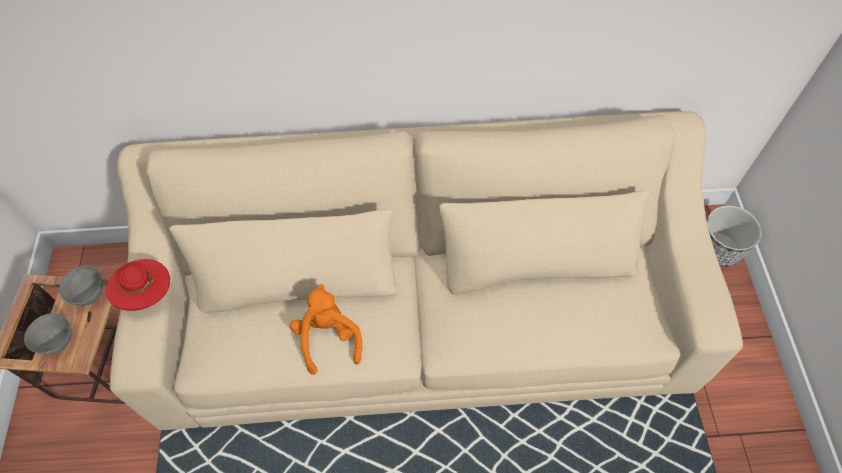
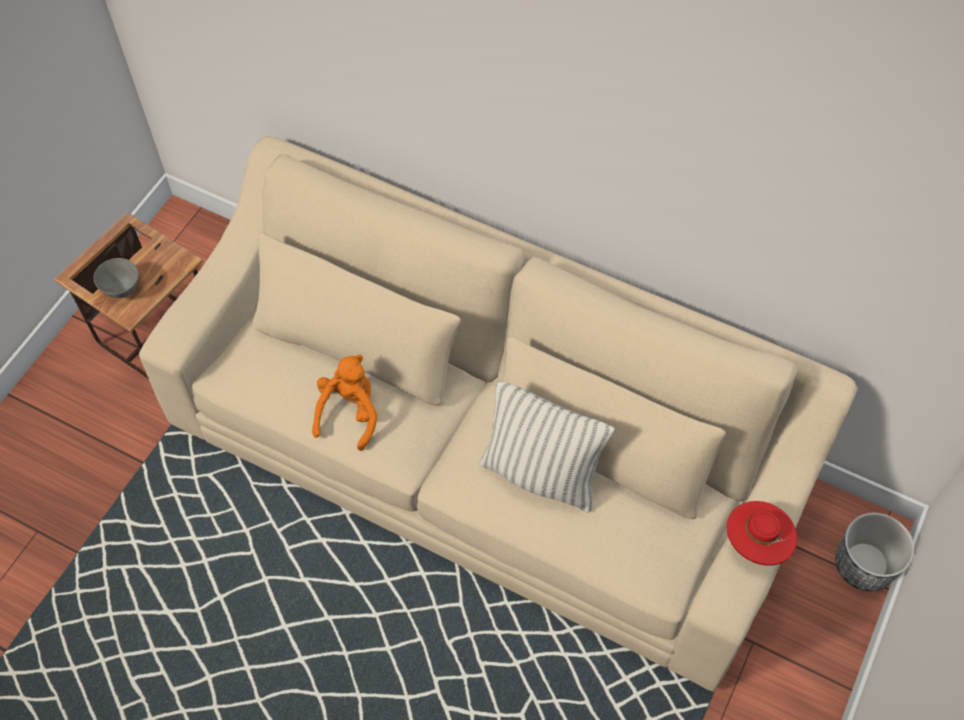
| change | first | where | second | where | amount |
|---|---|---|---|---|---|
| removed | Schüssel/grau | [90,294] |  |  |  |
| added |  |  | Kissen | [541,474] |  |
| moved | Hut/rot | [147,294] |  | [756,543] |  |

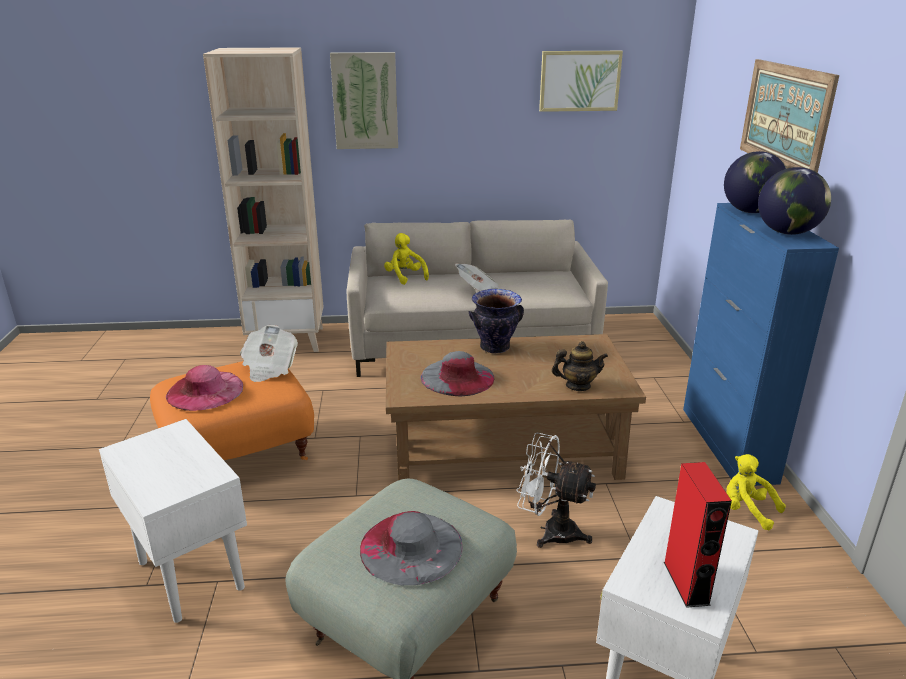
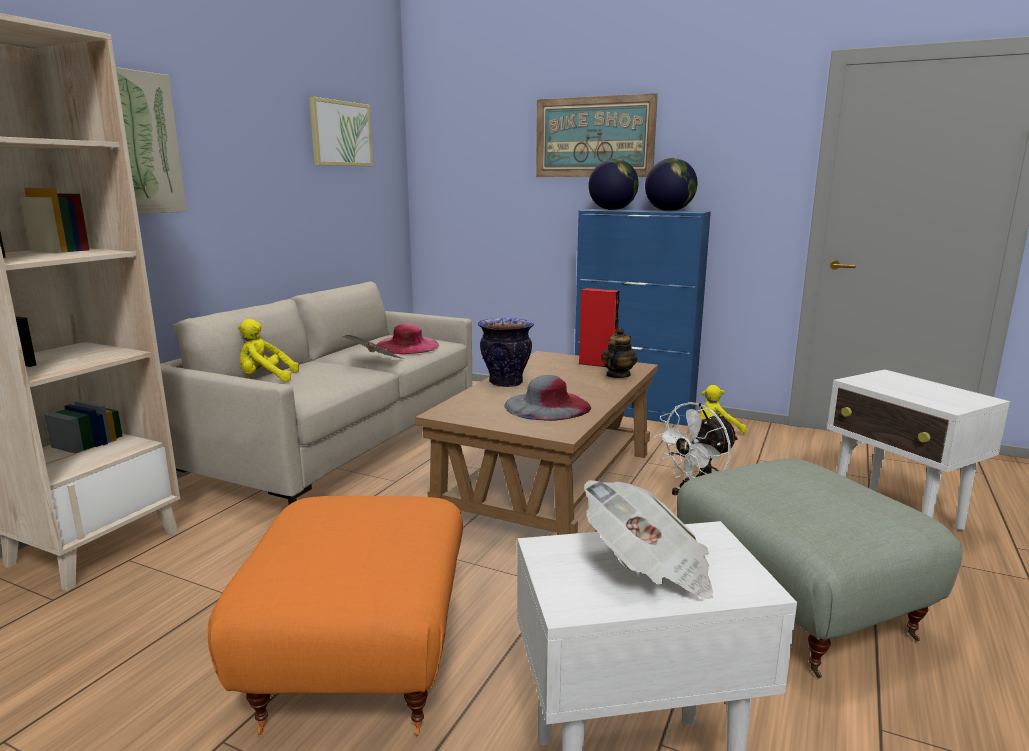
| change | first | where | second | where | amount |
|---|---|---|---|---|---|
| removed | Hut/grau | [411,547] |  |  |  |
| moved | Hut/rosa | [205,391] |  | [407,346] |  |
| moved | Zeitung | [269,367] |  | [649,569] |  |
| moved | Lautsprecher/rot | [686,583] |  | [597,364] |  |

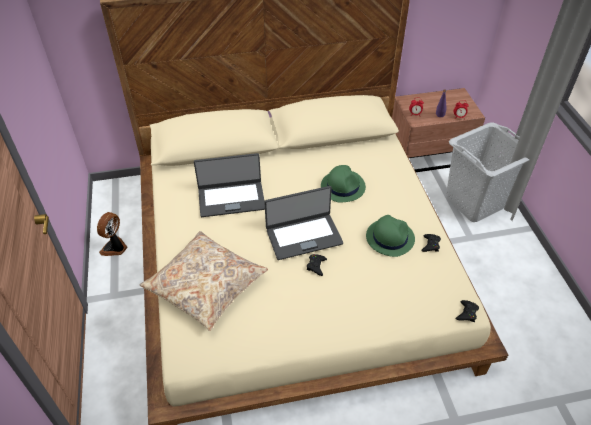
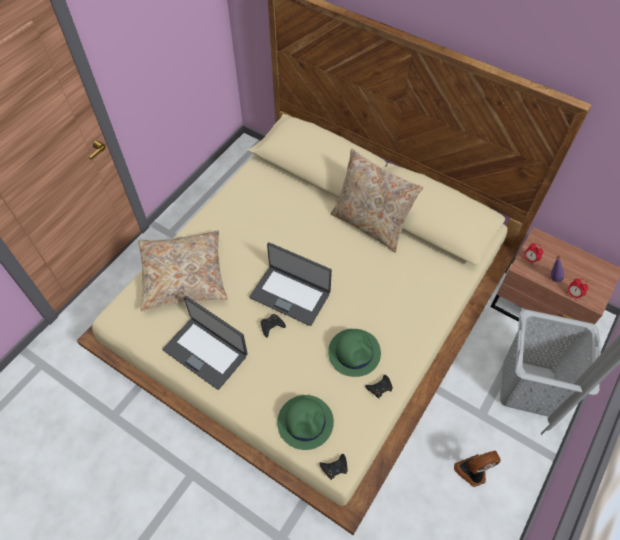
| change | first | where | second | where | amount |
|---|---|---|---|---|---|
| added |  |  | Kissen/beige | [370,224] |  |
| moved | Ventilator | [115,248] |  | [472,472] |  |
| moved | Laptop | [231,198] |  | [206,352] |  |
| moved | Hut/grün | [343,186] |  | [305,422] |  |

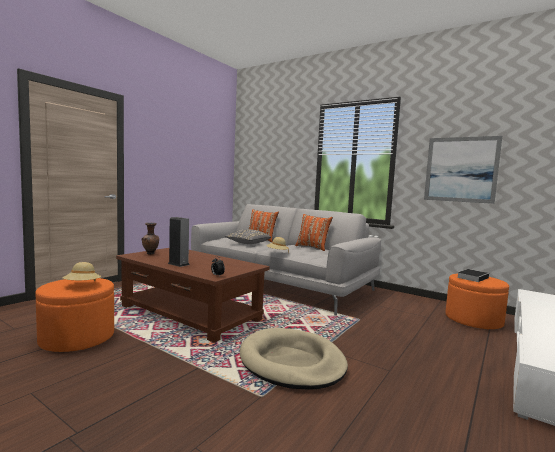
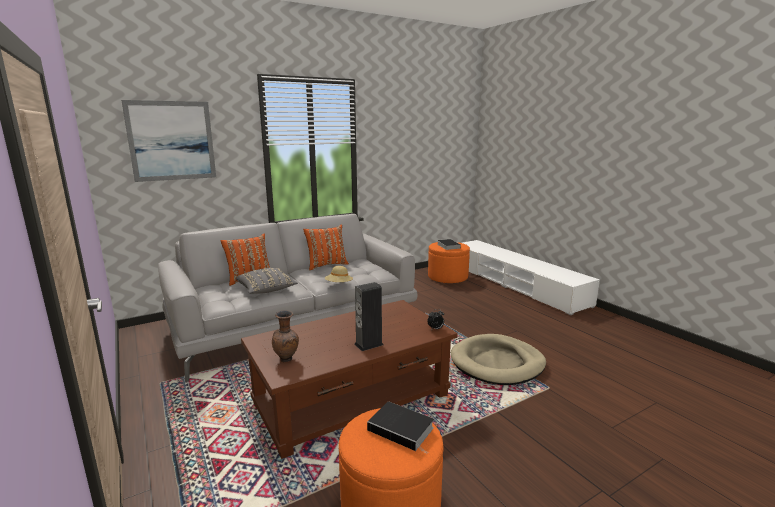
| change | first | where | second | where | amount |
|---|---|---|---|---|---|
| moved | Bild | [461,169] |  | [171,141] |  |
| replaced | Hut/beige | [82,285] | Buch | [402,429] |  |

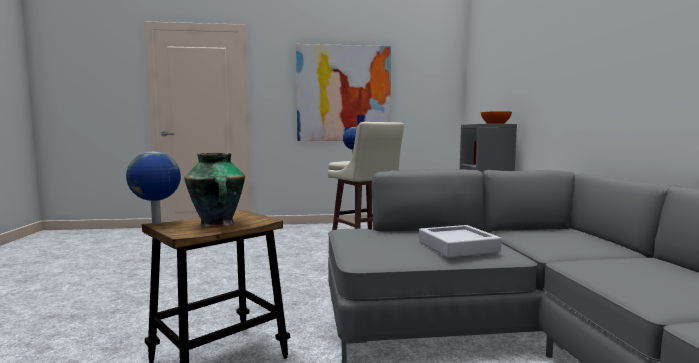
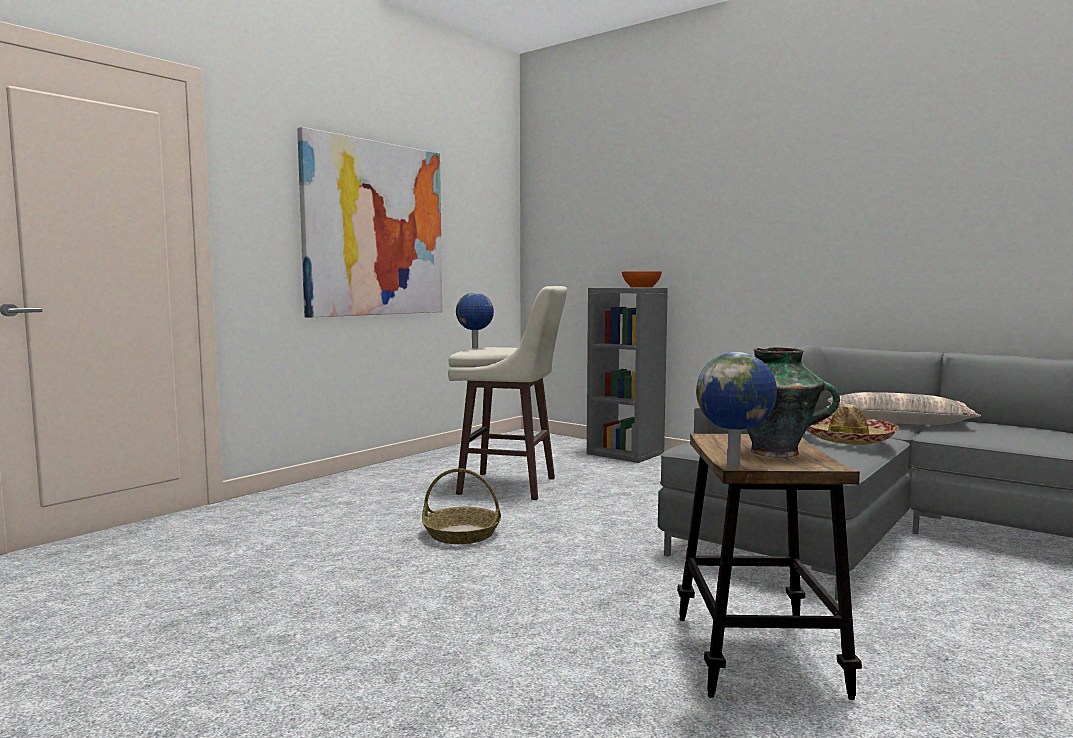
| change | first | where | second | where | amount |
|---|---|---|---|---|---|
| added |  |  | Korb | [461,534] |  |
| added |  |  | Kissen | [896,422] |  |
| replaced | Tablett/grau | [458,247] | Hut | [847,439] |  |

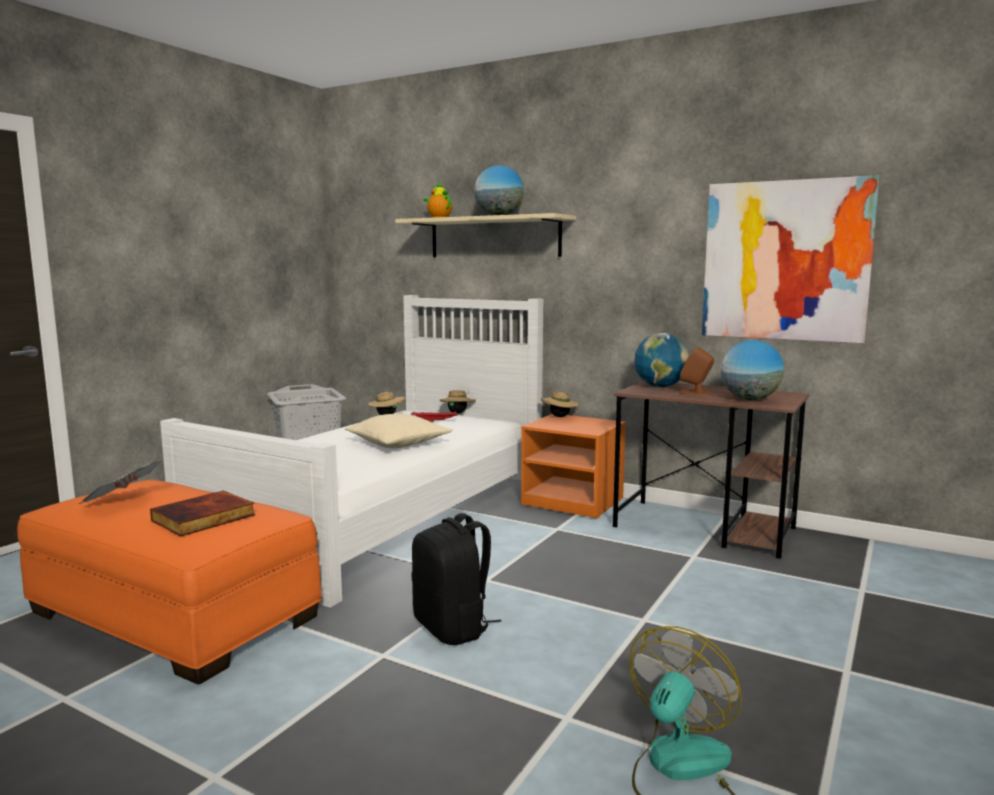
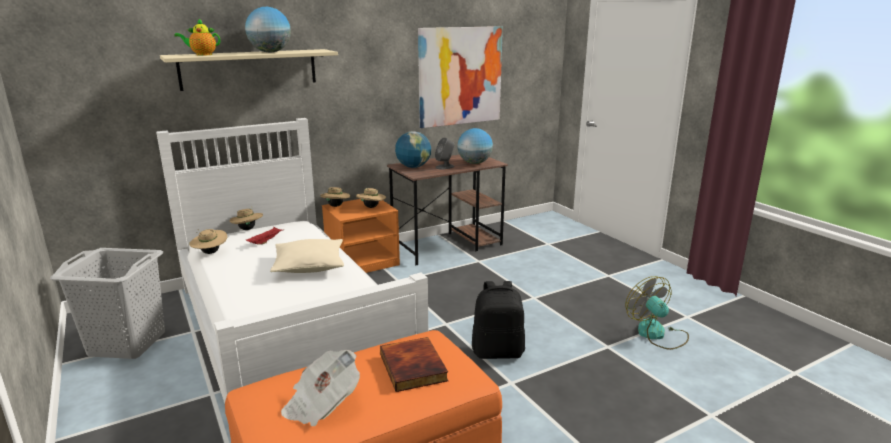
| change | first | where | second | where | amount |
|---|---|---|---|---|---|
| added |  |  | Hut/beige | [371,207] |  |
| recoloured | Lautsprecher/braun | [695,394] | Lautsprecher/grau | [445,167] |  |

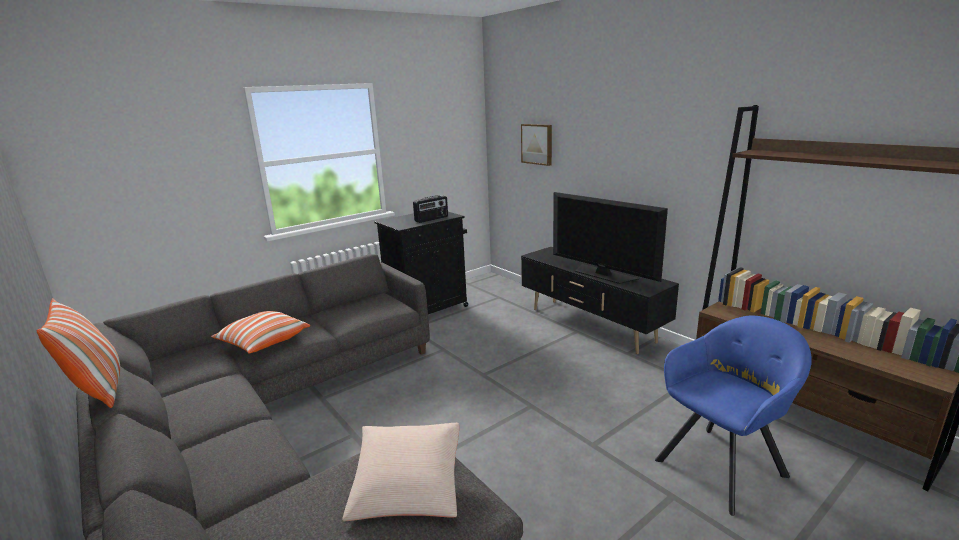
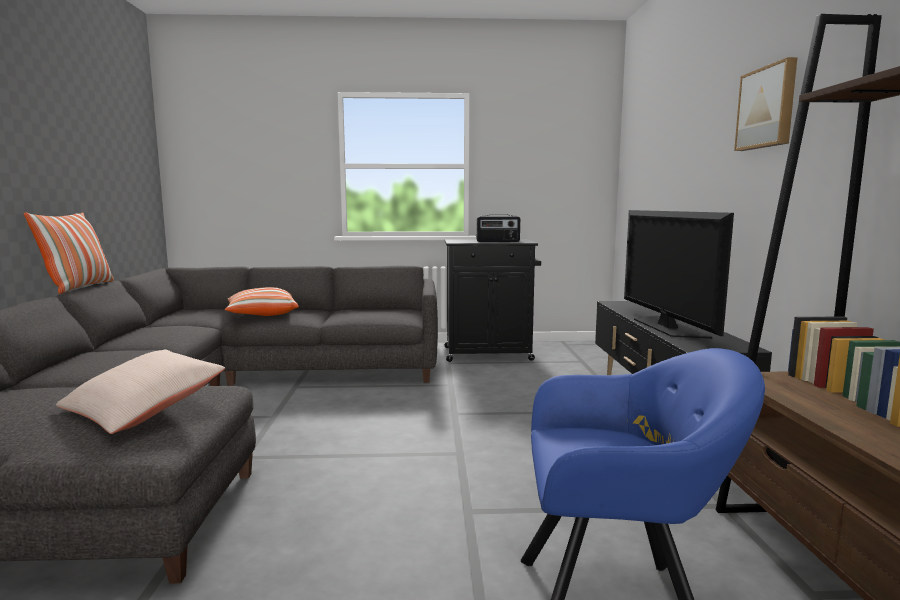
| change | first | where | second | where | amount |
|---|---|---|---|---|---|
| moved | Bild | [537,144] |  | [768,108] |  |

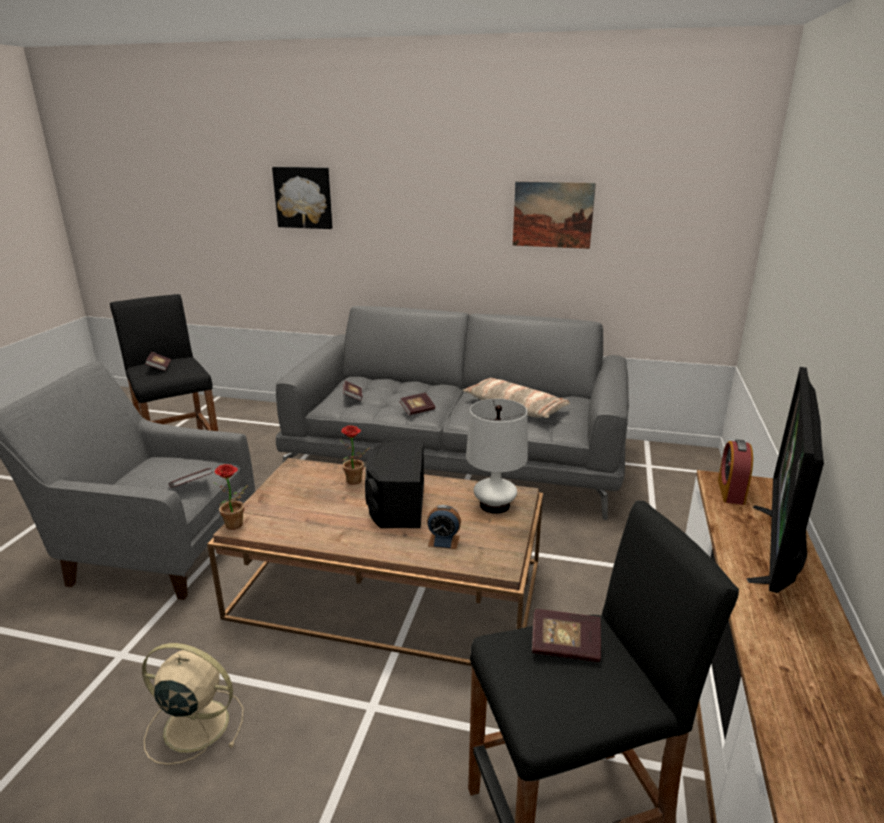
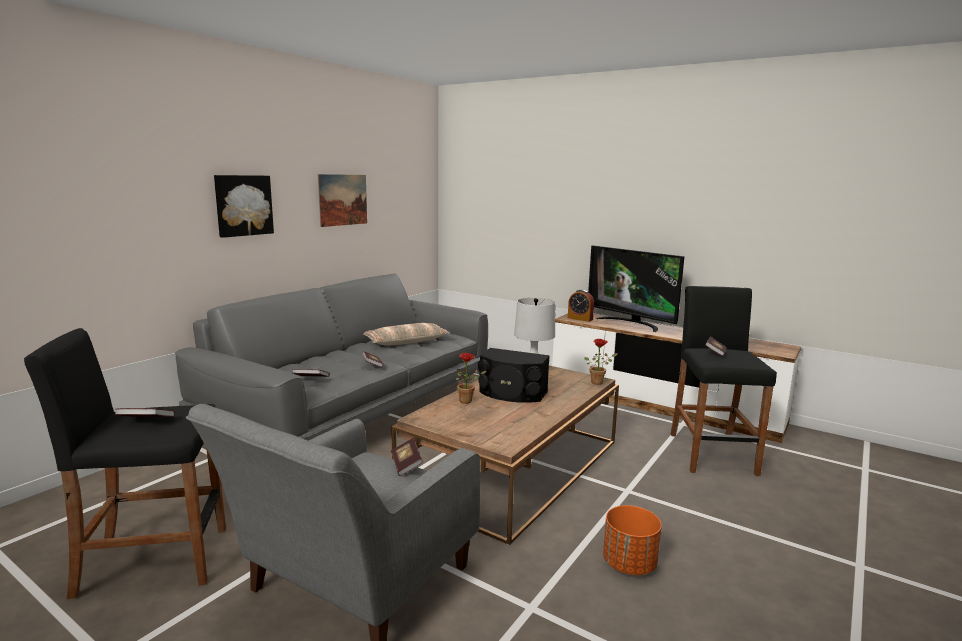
| change | first | where | second | where | amount |
|---|---|---|---|---|---|
| removed | Wecker | [444,541] |  |  |  |
| moved | Topfpflanze | [236,526] |  | [599,382] |  |
| moved | Bild | [304,197] |  | [243,205] |  |
| replaced | Ventilator/beige | [193,725] | Pflanzkübel/orange | [629,565] |  |

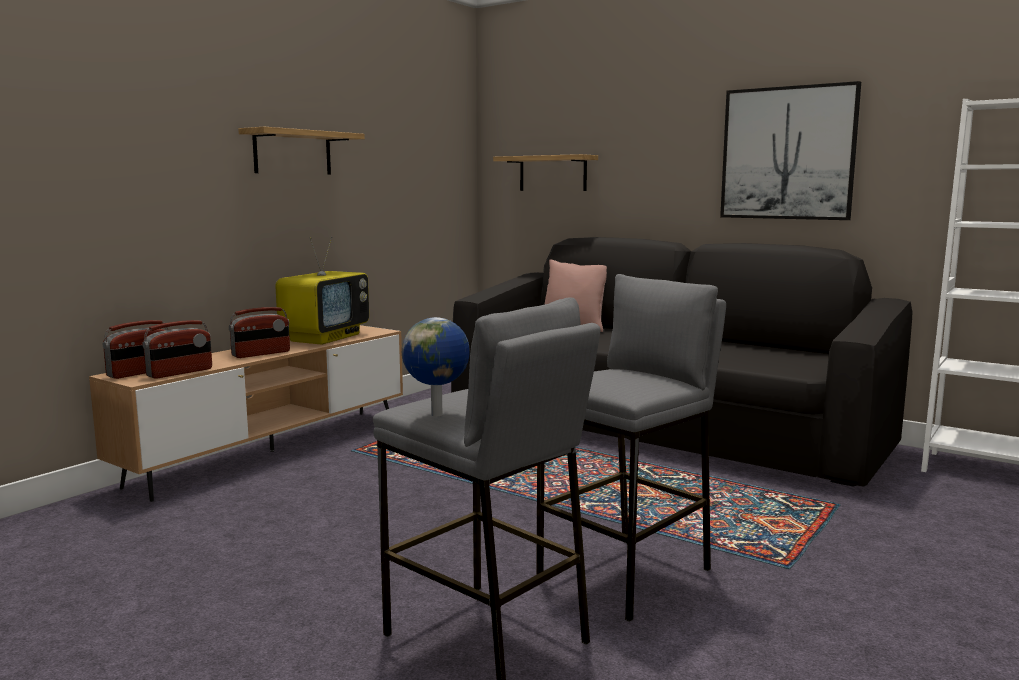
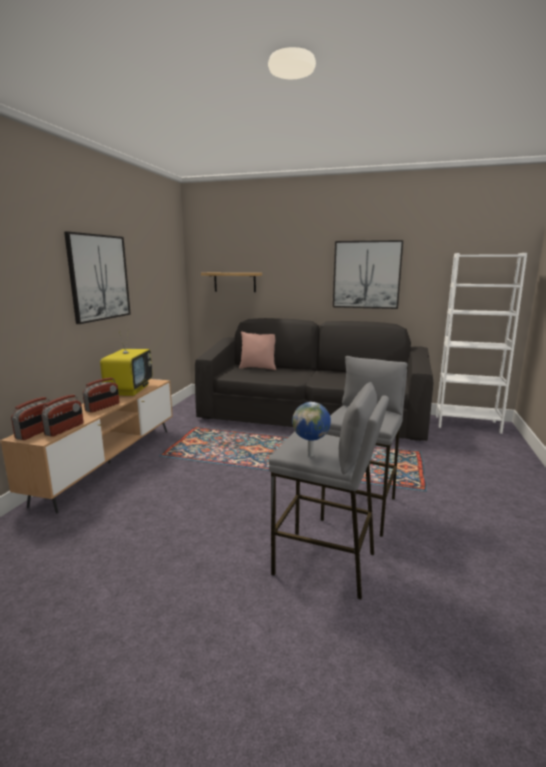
| change | first | where | second | where | amount |
|---|---|---|---|---|---|
| replaced | Wandregal | [293,153] | Bild | [99,277] |  |

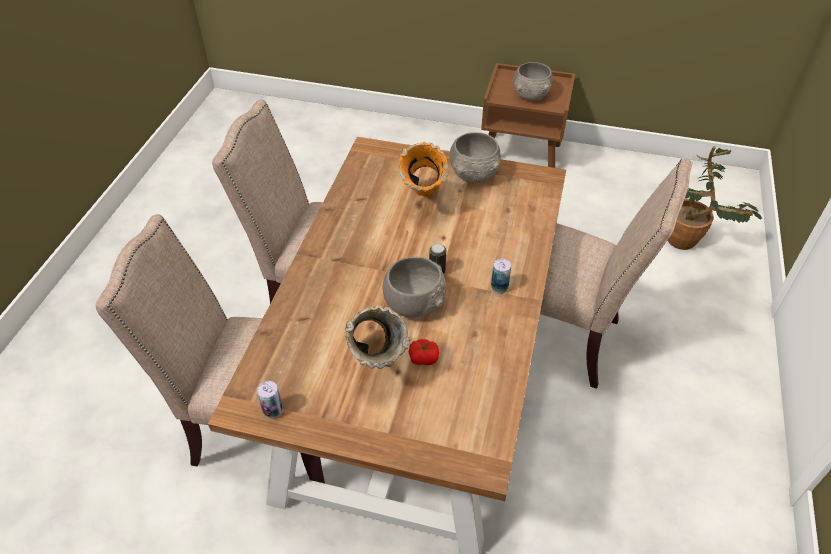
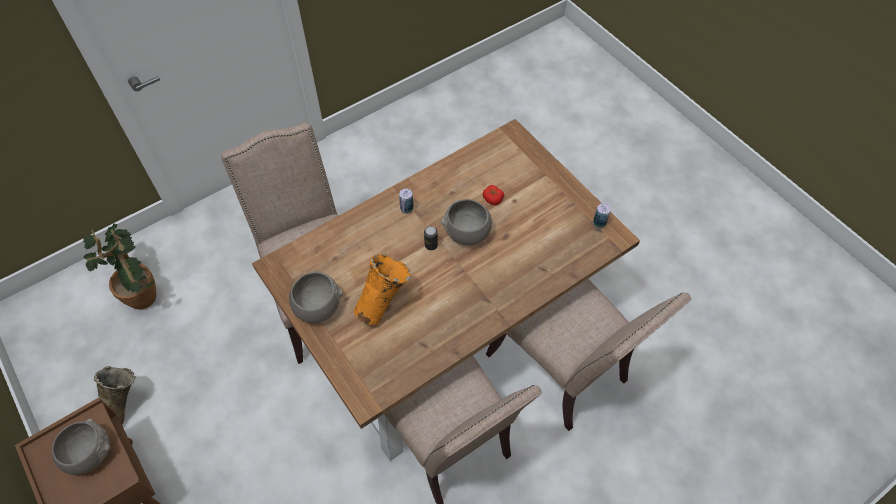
| change | first | where | second | where | amount |
|---|---|---|---|---|---|
| moved | Vase/beige | [376,368] |  | [125,405] |  |

